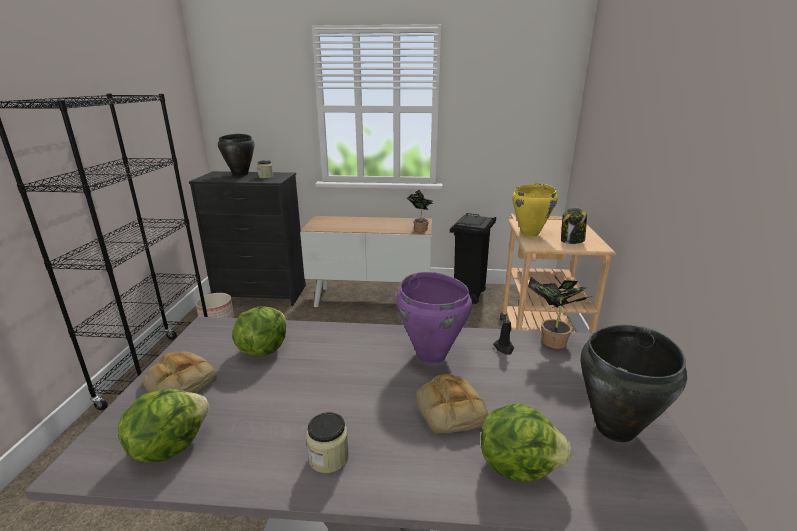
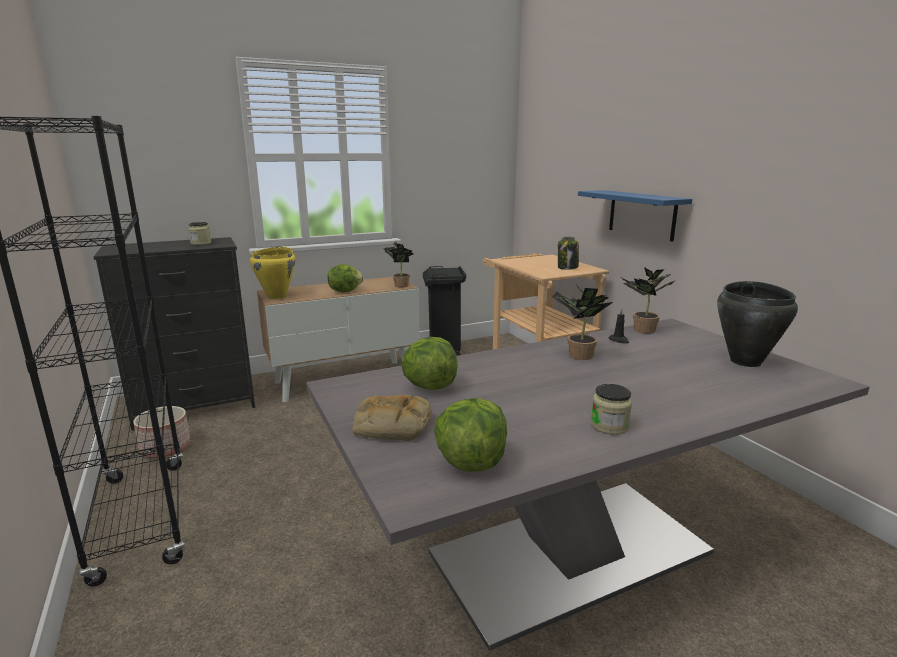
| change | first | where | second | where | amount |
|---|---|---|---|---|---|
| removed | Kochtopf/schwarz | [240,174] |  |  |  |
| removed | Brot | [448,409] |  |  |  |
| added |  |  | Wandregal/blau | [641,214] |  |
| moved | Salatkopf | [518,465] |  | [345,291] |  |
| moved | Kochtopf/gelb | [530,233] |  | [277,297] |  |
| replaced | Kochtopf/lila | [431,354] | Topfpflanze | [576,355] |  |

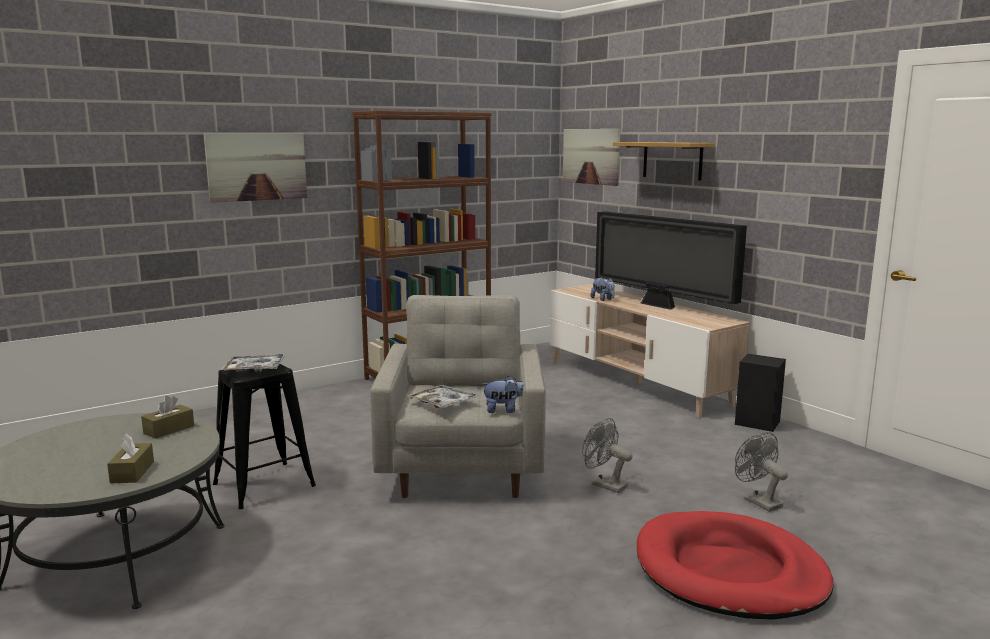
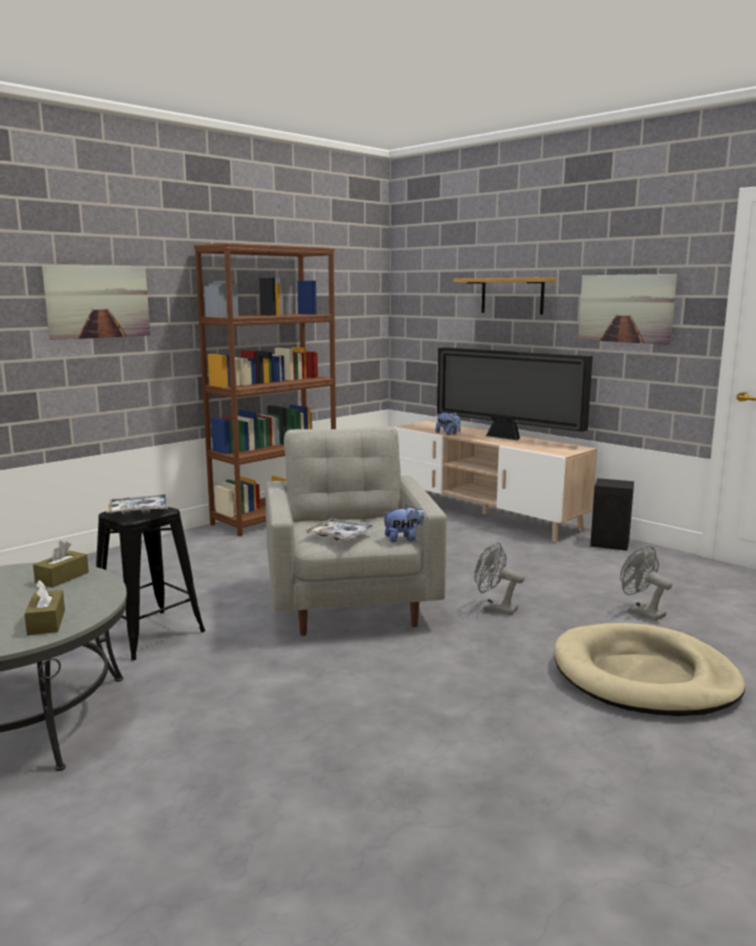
| change | first | where | second | where | amount |
|---|---|---|---|---|---|
| moved | Bild | [591,156] |  | [625,308] |  |
| recoloured | Hundebett/rot | [729,572] | Hundebett/beige | [644,677] |  |

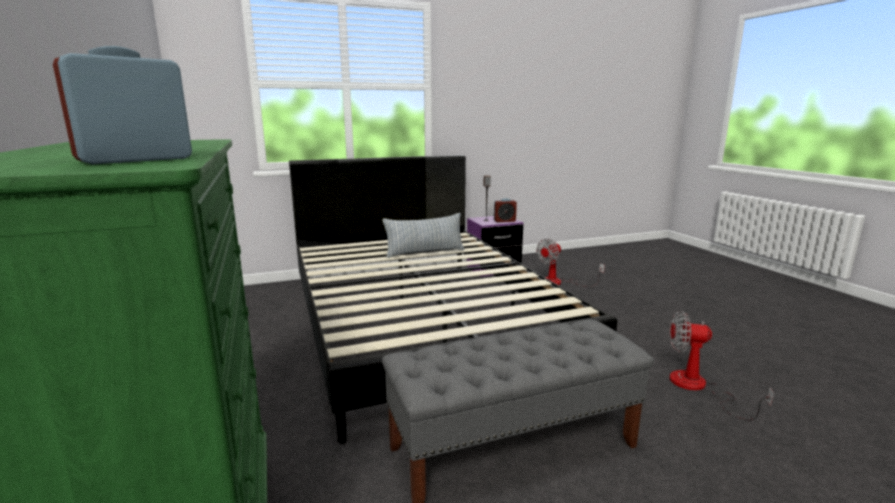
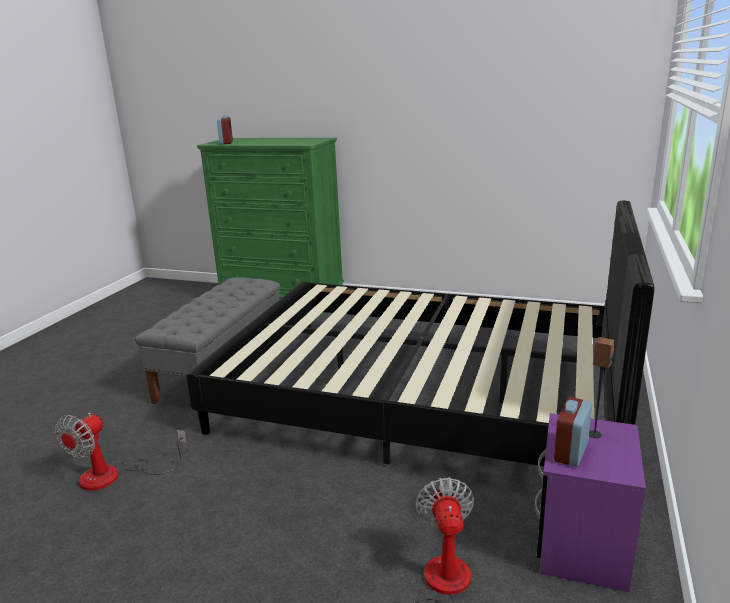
| change | first | where | second | where | amount |
|---|---|---|---|---|---|
| removed | Kissen | [424,252] |  |  |  |
| turned | Ventilator | [698,387] |  | [114,476] | 150 degrees clockwise |

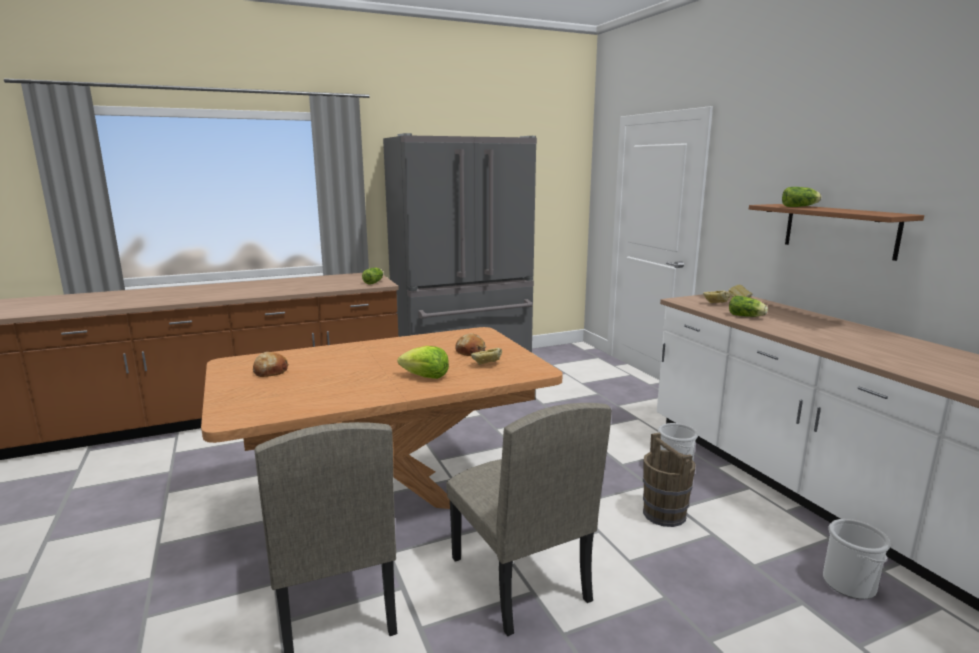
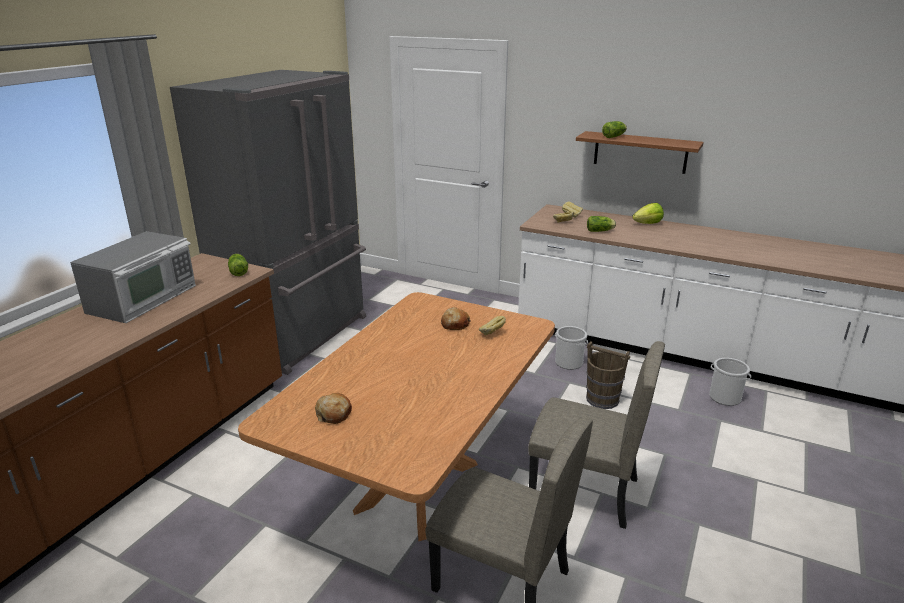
| change | first | where | second | where | amount |
|---|---|---|---|---|---|
| added |  |  | Mikrowelle | [144,299] |  |
| moved | Salatkopf | [425,377] |  | [647,224] |  |

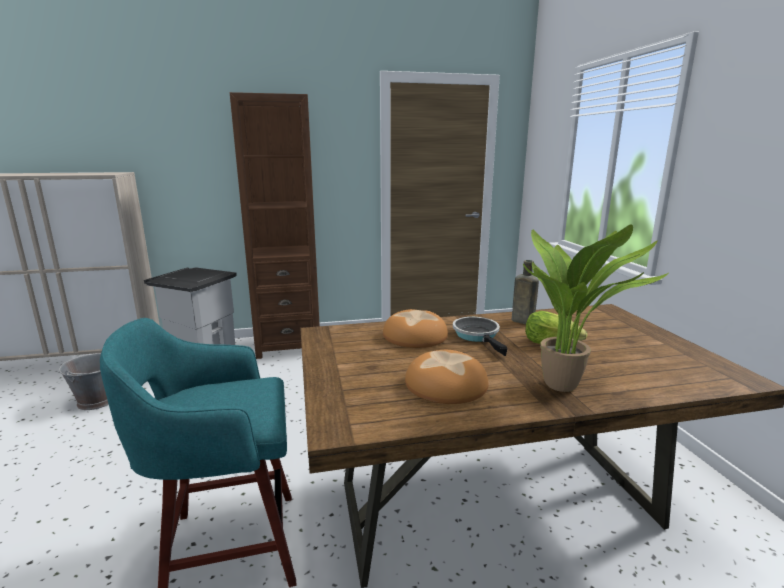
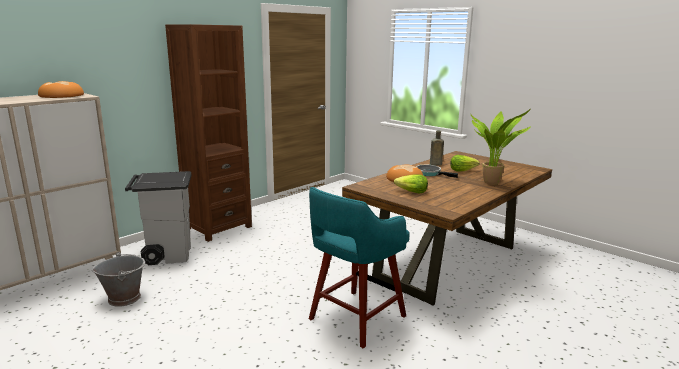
| change | first | where | second | where | amount |
|---|---|---|---|---|---|
| added |  |  | Salatkopf | [411,192] |  |
| moved | Brot | [447,384] |  | [62,96] |  |

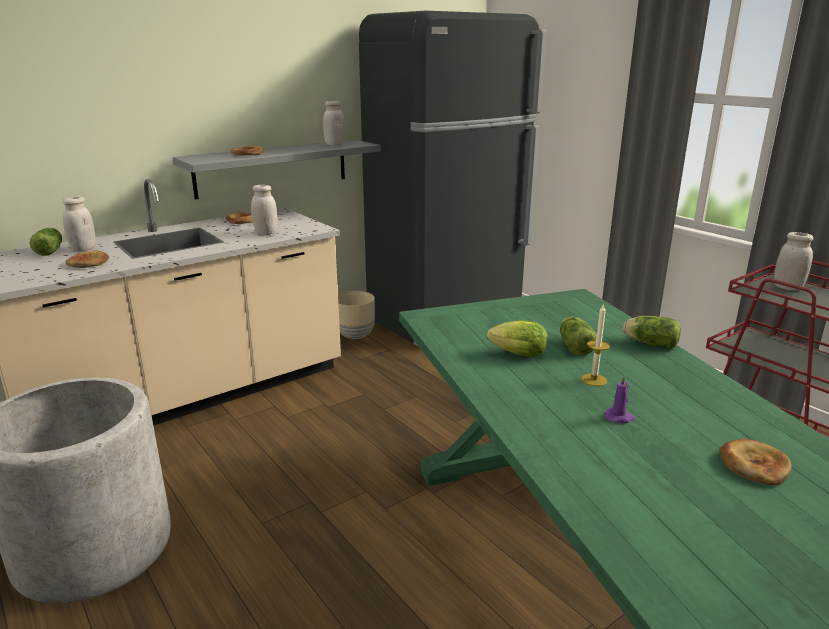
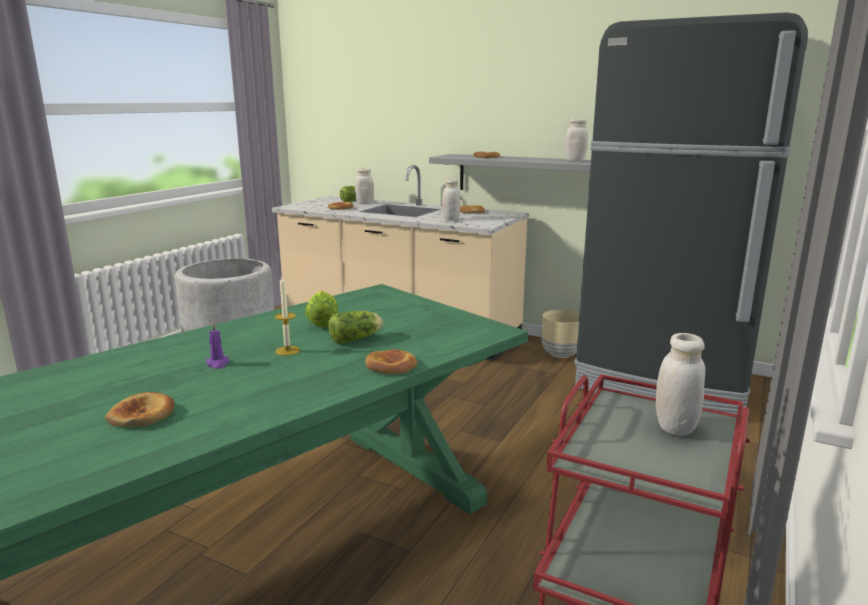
| change | first | where | second | where | amount |
|---|---|---|---|---|---|
| replaced | Salatkopf | [649,343] | Brot | [391,366] |  |

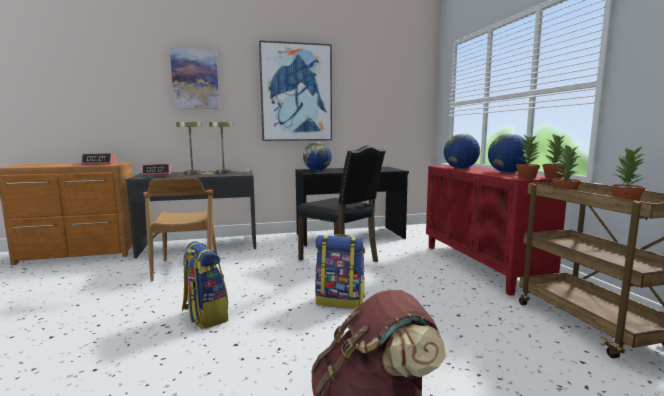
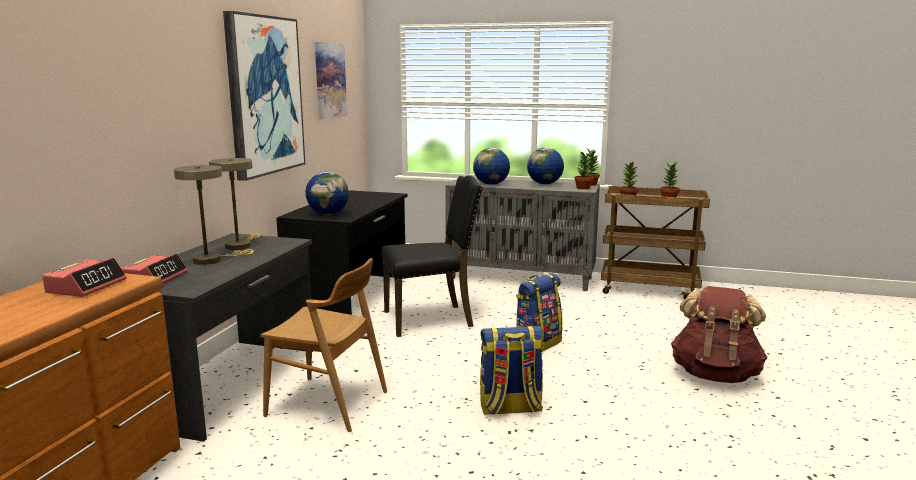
| change | first | where | second | where | amount |
|---|---|---|---|---|---|
| moved | Bild | [195,79] |  | [329,80] |  |
| recoloured | Schrank/rot | [481,265] | Schrank/grau | [521,278] |  |

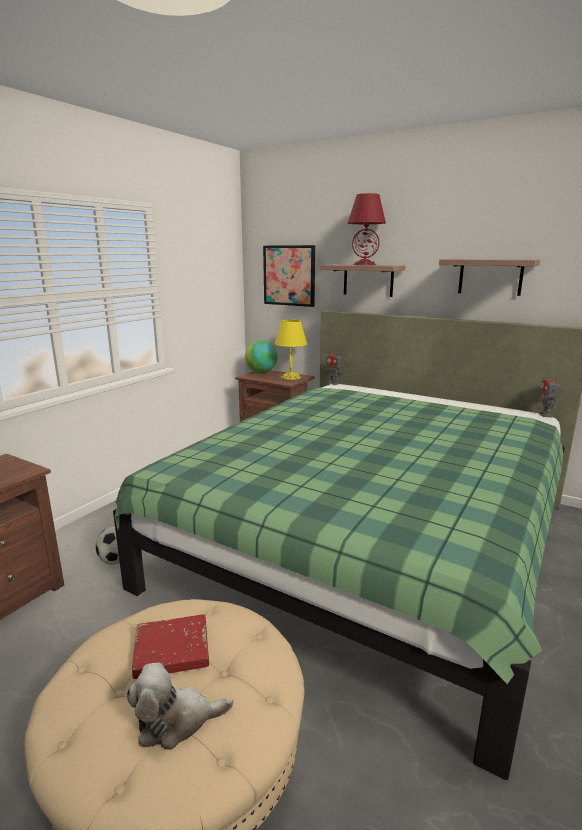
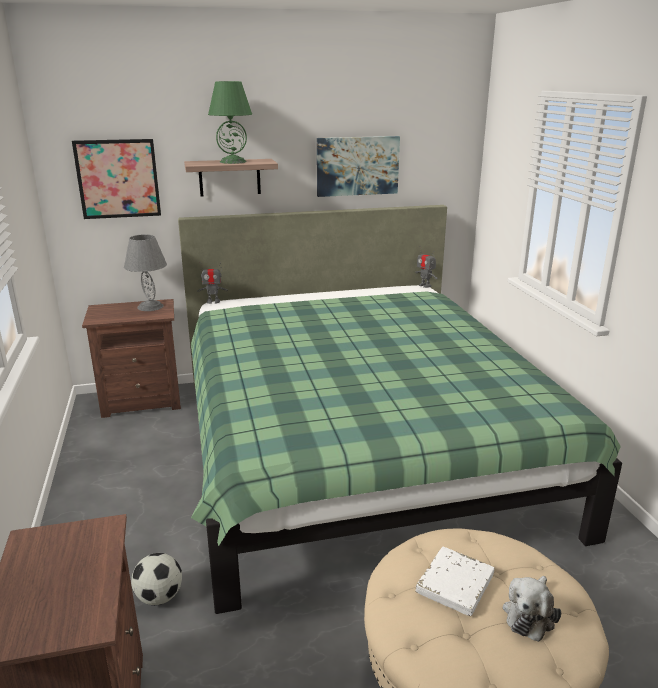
| change | first | where | second | where | amount |
|---|---|---|---|---|---|
| removed | Globus | [261,372] |  |  |  |
| replaced | Wandregal | [490,277] | Bild | [357,166] |  |
| recoloured | Buch/rot | [172,650] | Buch/weiß | [455,584] |  |
| recoloured | Tischlampe/gelb | [291,377] | Tischlampe/grau | [150,306] |  |
| recoloured | Tischlampe/rot | [364,264] | Tischlampe/grün | [232,161] |  |

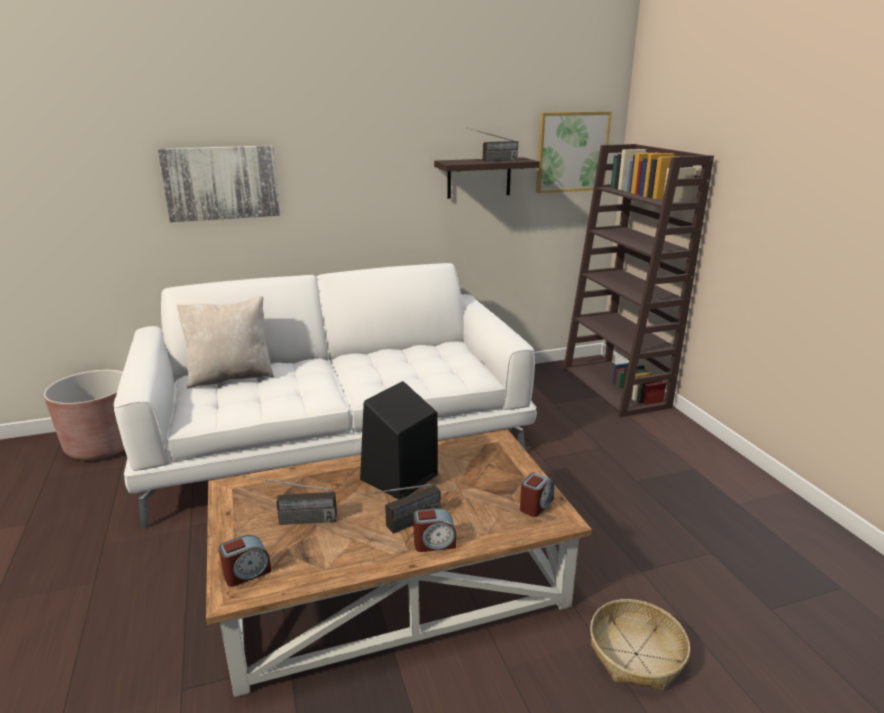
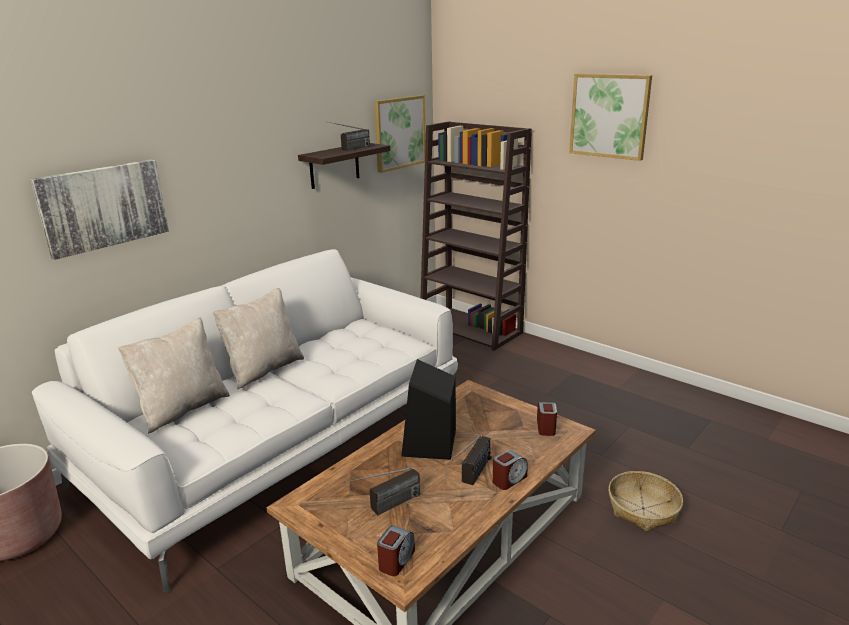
| change | first | where | second | where | amount |
|---|---|---|---|---|---|
| added |  |  | Kissen/beige | [263,369] |  |
| added |  |  | Bild | [609,116] |  |

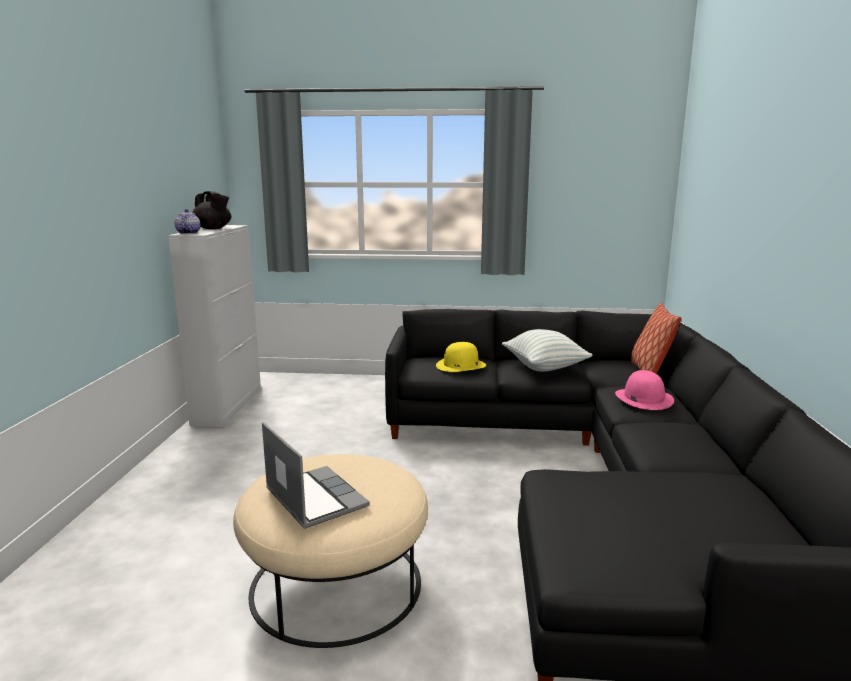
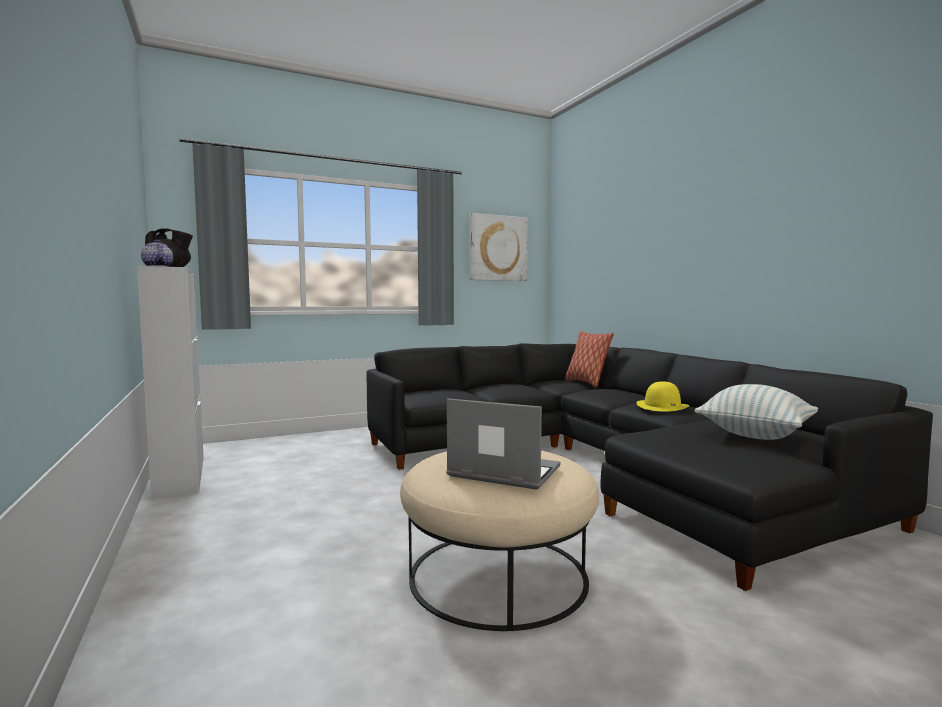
| change | first | where | second | where | amount |
|---|---|---|---|---|---|
| removed | Hut/rosa | [643,398] |  |  |  |
| added |  |  | Bild | [498,248] |  |
| moved | Hut/gelb | [460,365] |  | [662,406] |  |
| moved | Kissen | [544,367] |  | [755,435] |  |

